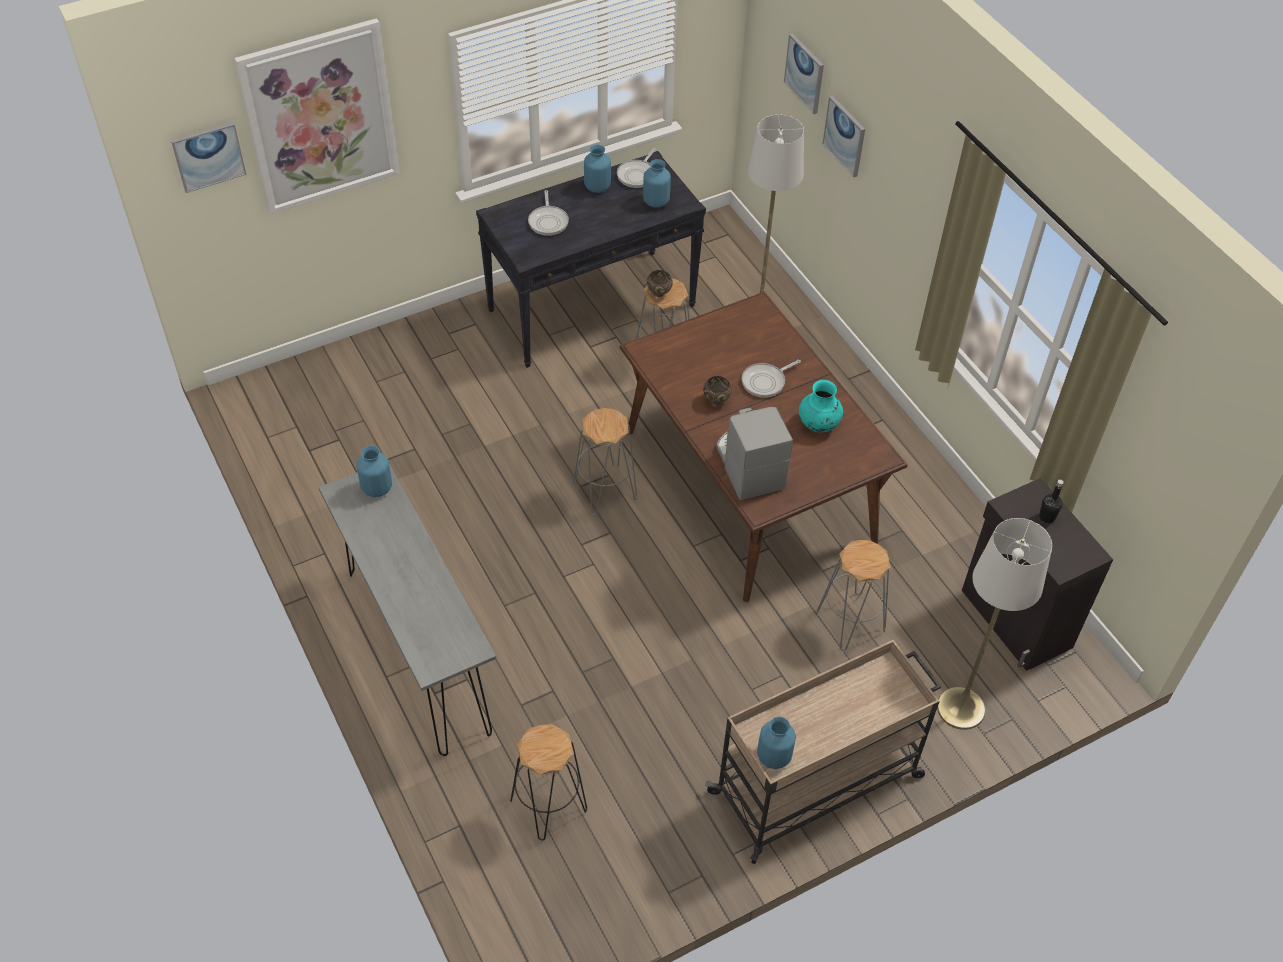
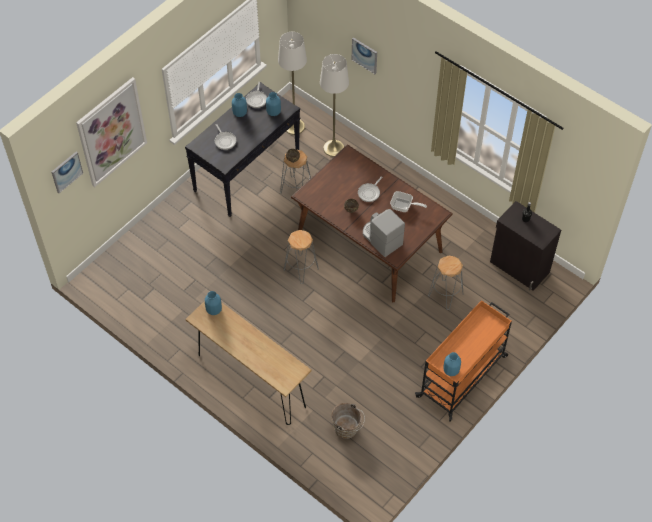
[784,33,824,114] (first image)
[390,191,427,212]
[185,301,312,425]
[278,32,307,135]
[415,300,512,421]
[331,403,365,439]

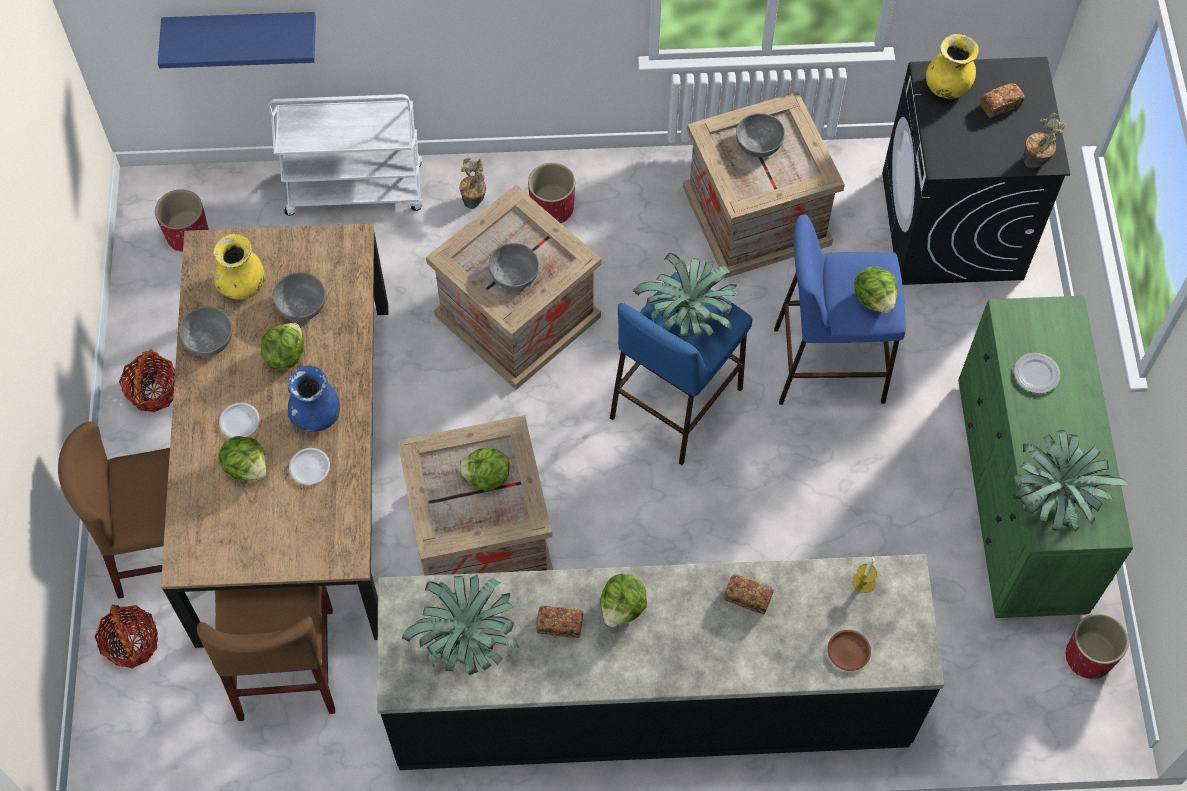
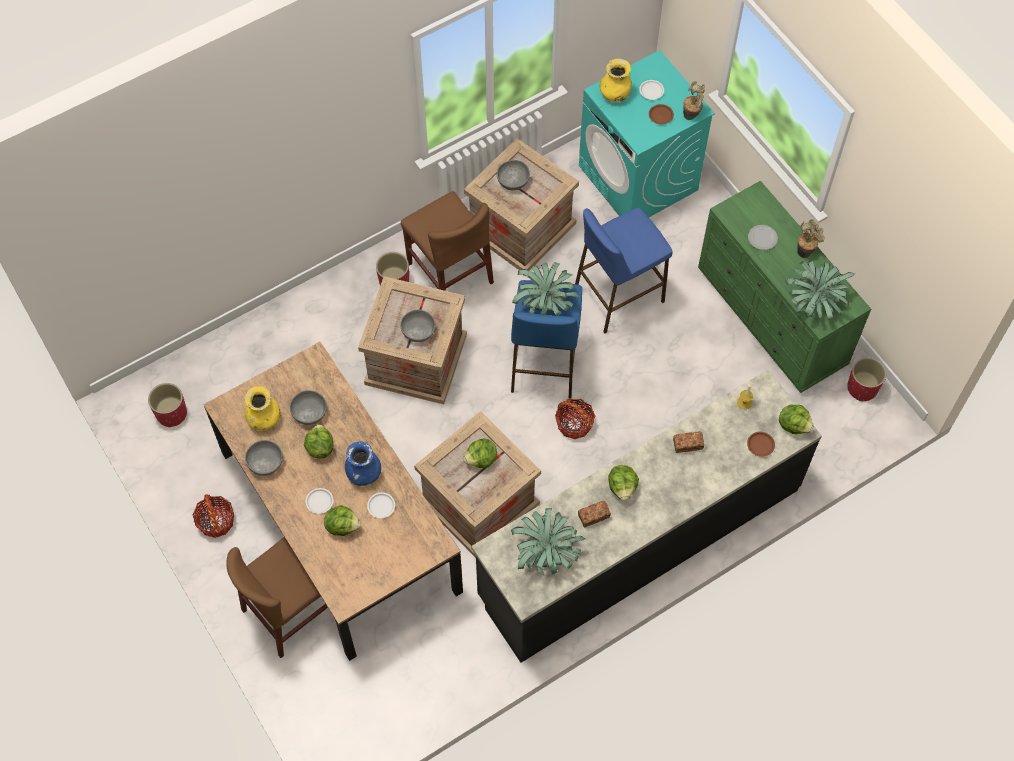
[158,12,316,68] (first image)
[579,50,715,217]
[639,80,664,100]
[268,94,422,216] (first image)
[797,219,824,258]
[779,404,814,434]
[401,191,494,291]
[555,399,595,439]
[649,104,674,124]

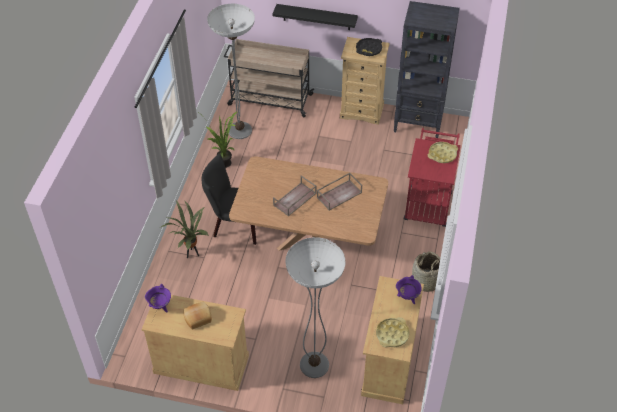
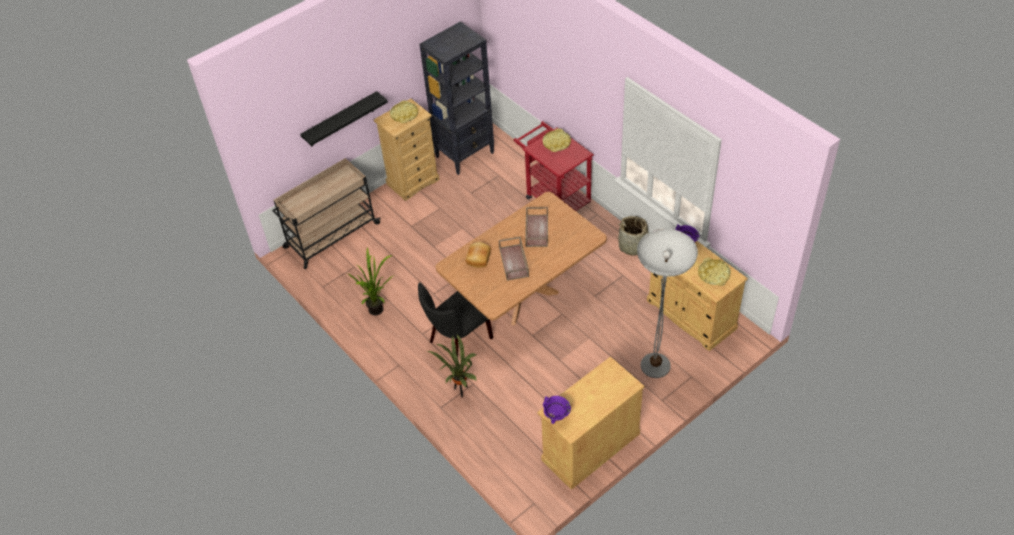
[207,4,255,139] (first image)
[390,100,418,123]
[466,242,491,268]

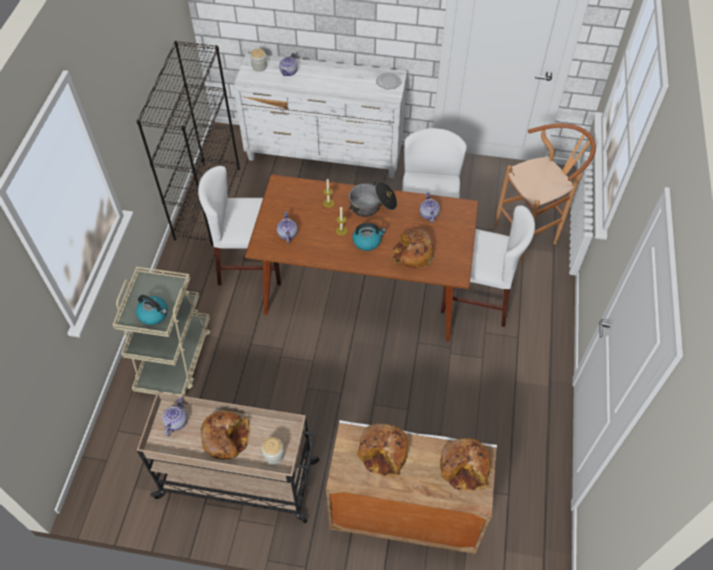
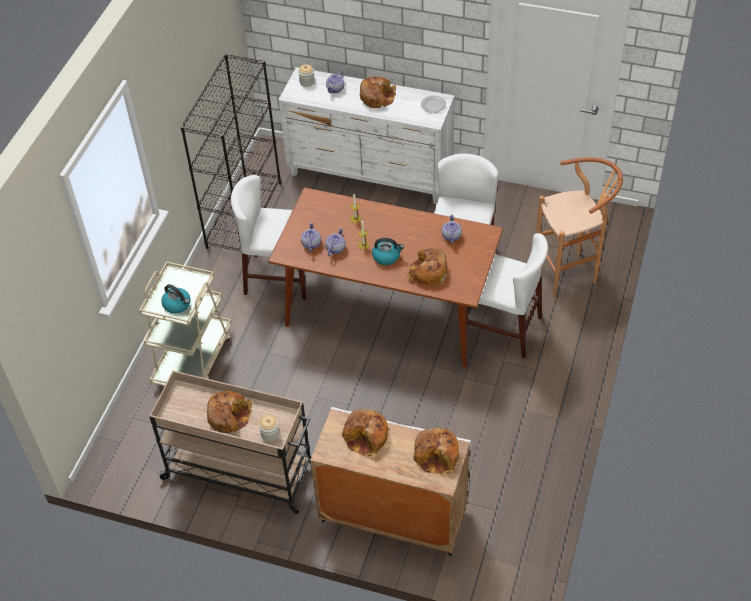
[349,181,397,217] (first image)
[325,228,346,256]
[360,76,396,108]

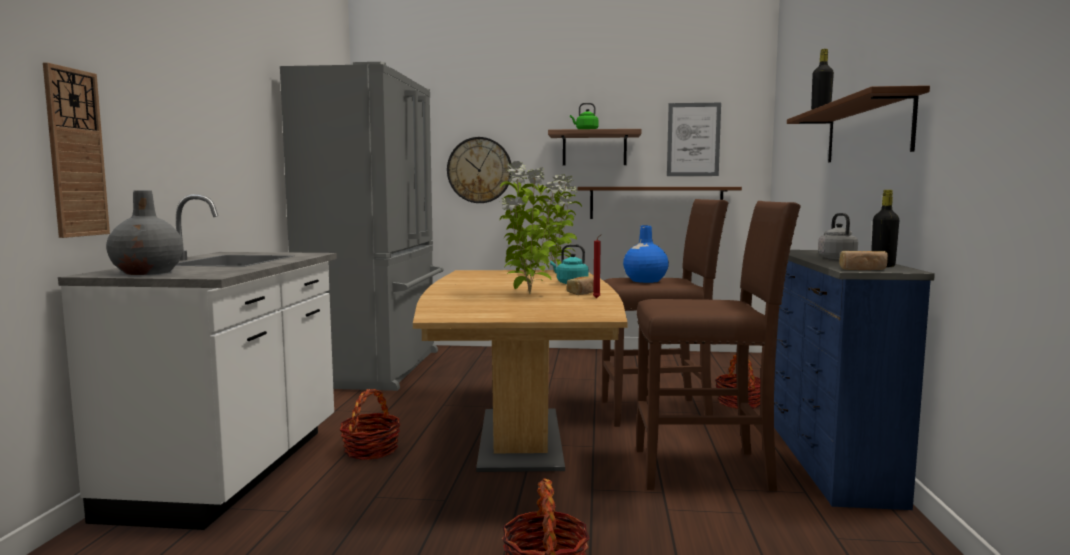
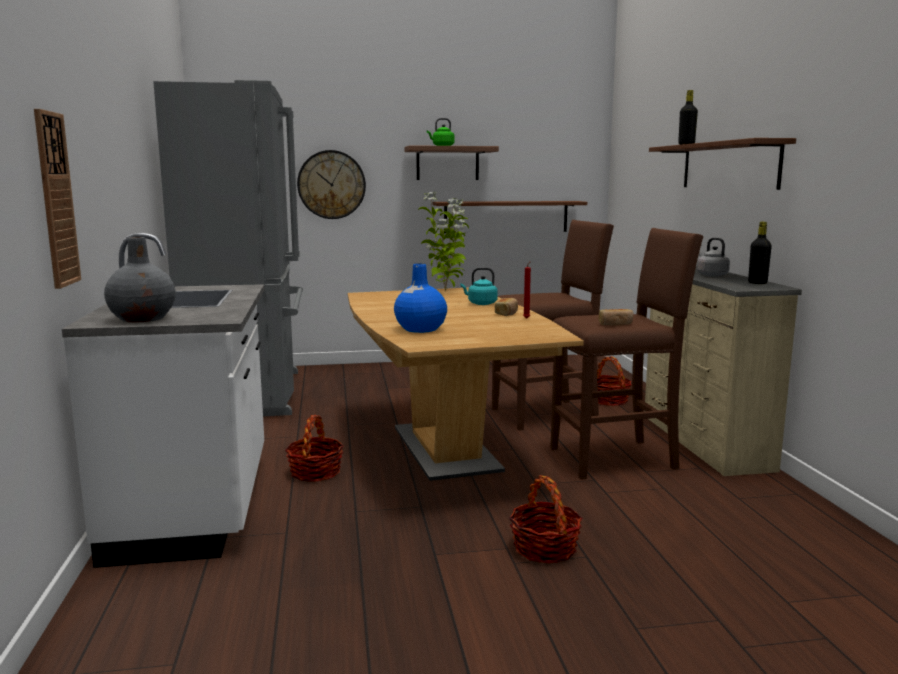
[667,103,721,176] (first image)
[500,161,564,294] (first image)
[394,263,447,333]
[644,265,802,476]
[598,309,633,326]

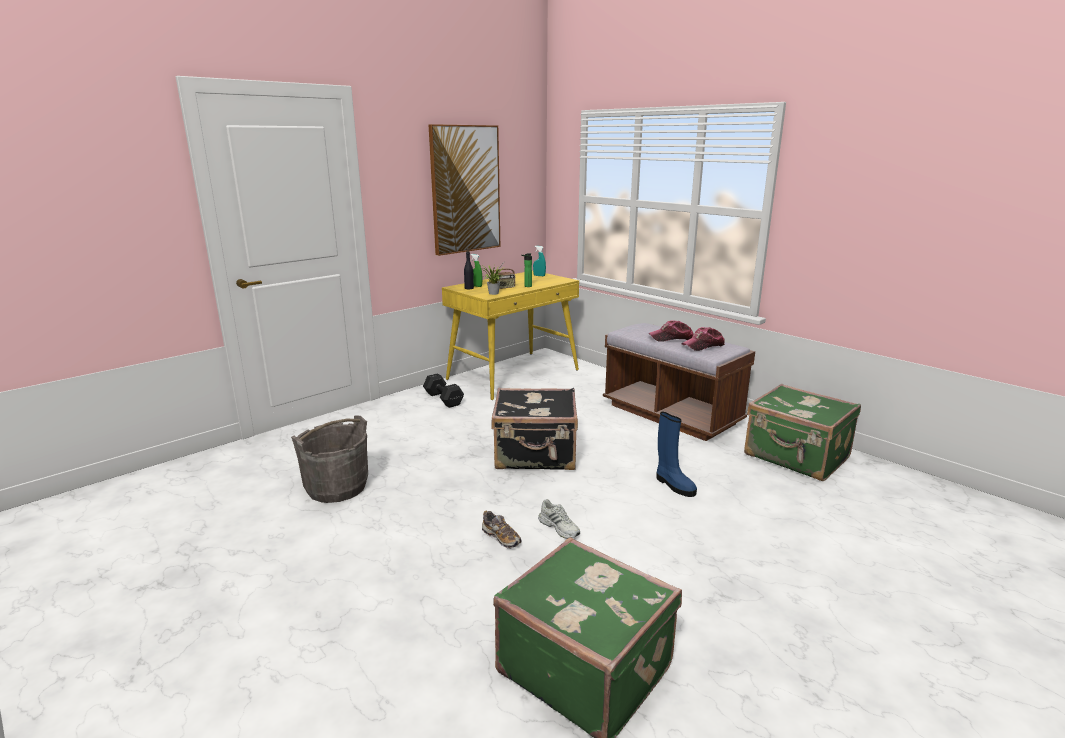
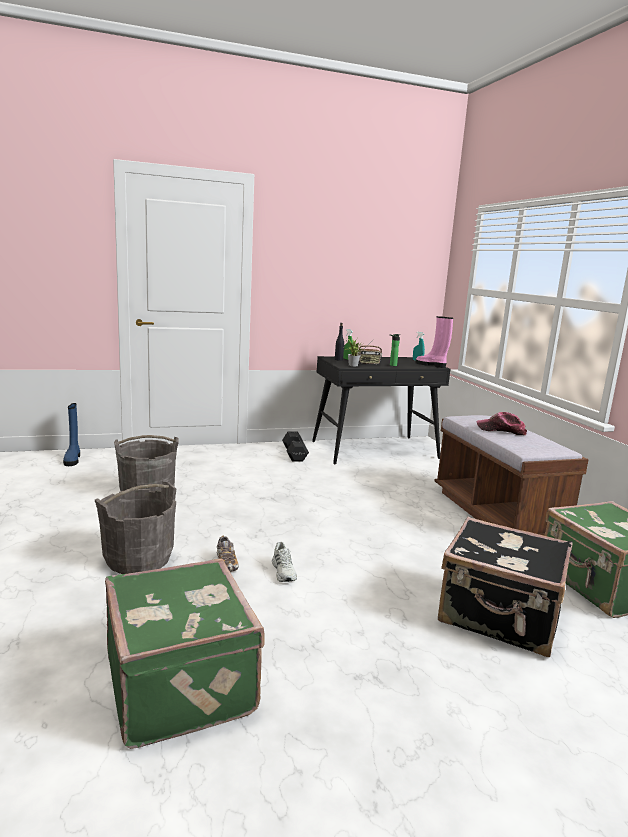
[429,124,500,256] (first image)
[312,356,451,464]
[682,327,725,351] (first image)
[438,517,573,657]
[63,403,80,466]
[415,316,453,368]
[95,482,176,574]

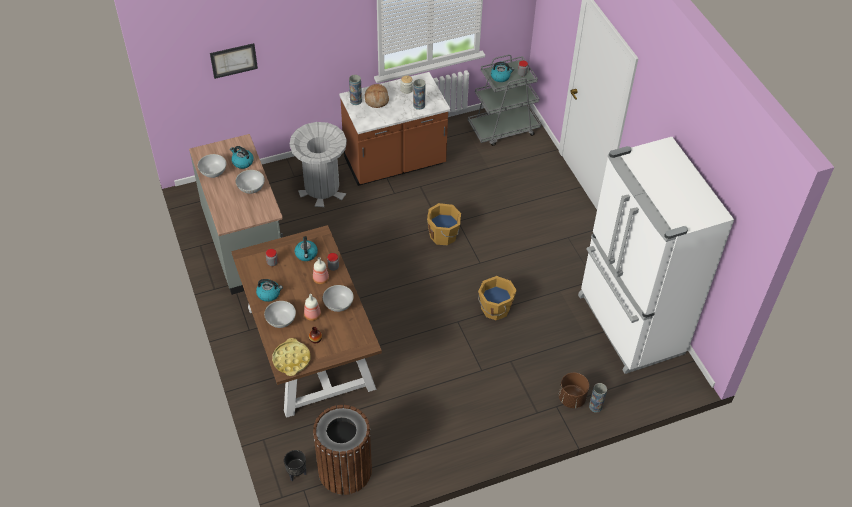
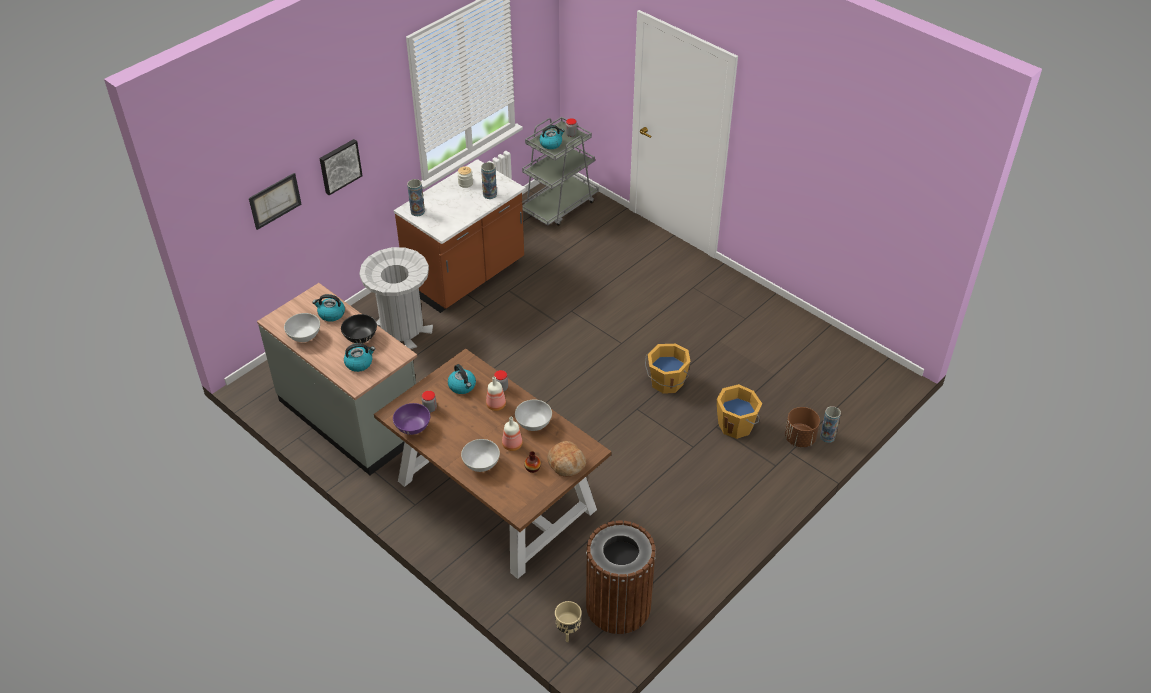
[547,441,586,477]
[578,137,734,374] (first image)
[341,314,377,343]
[717,384,762,439]
[344,343,375,372]
[272,338,310,376] (first image)
[555,601,581,642]
[319,139,363,195]
[393,403,430,435]

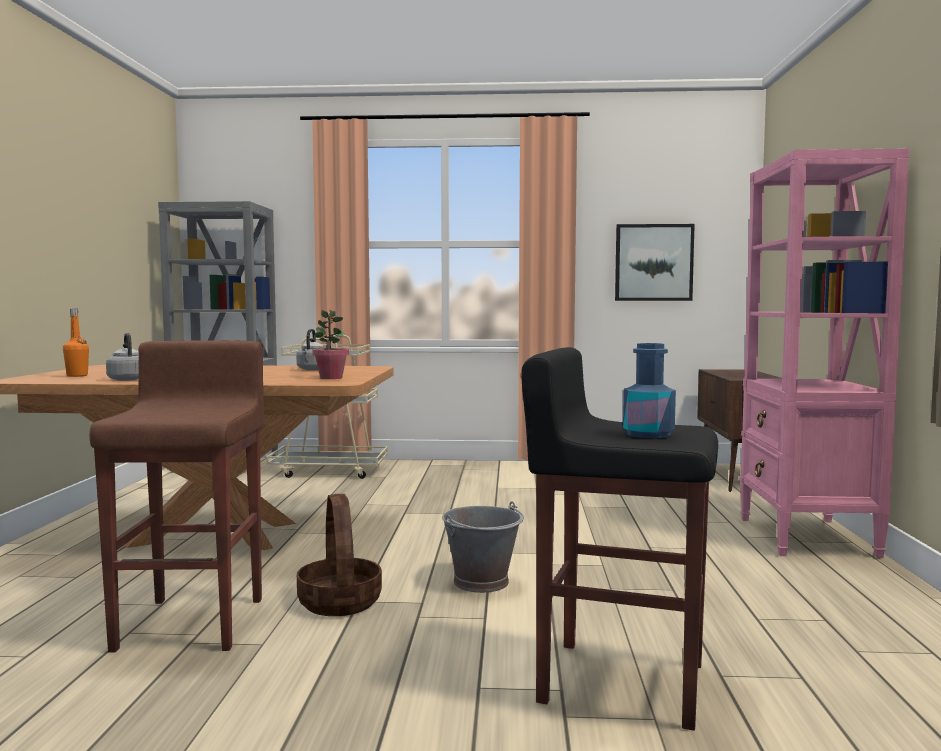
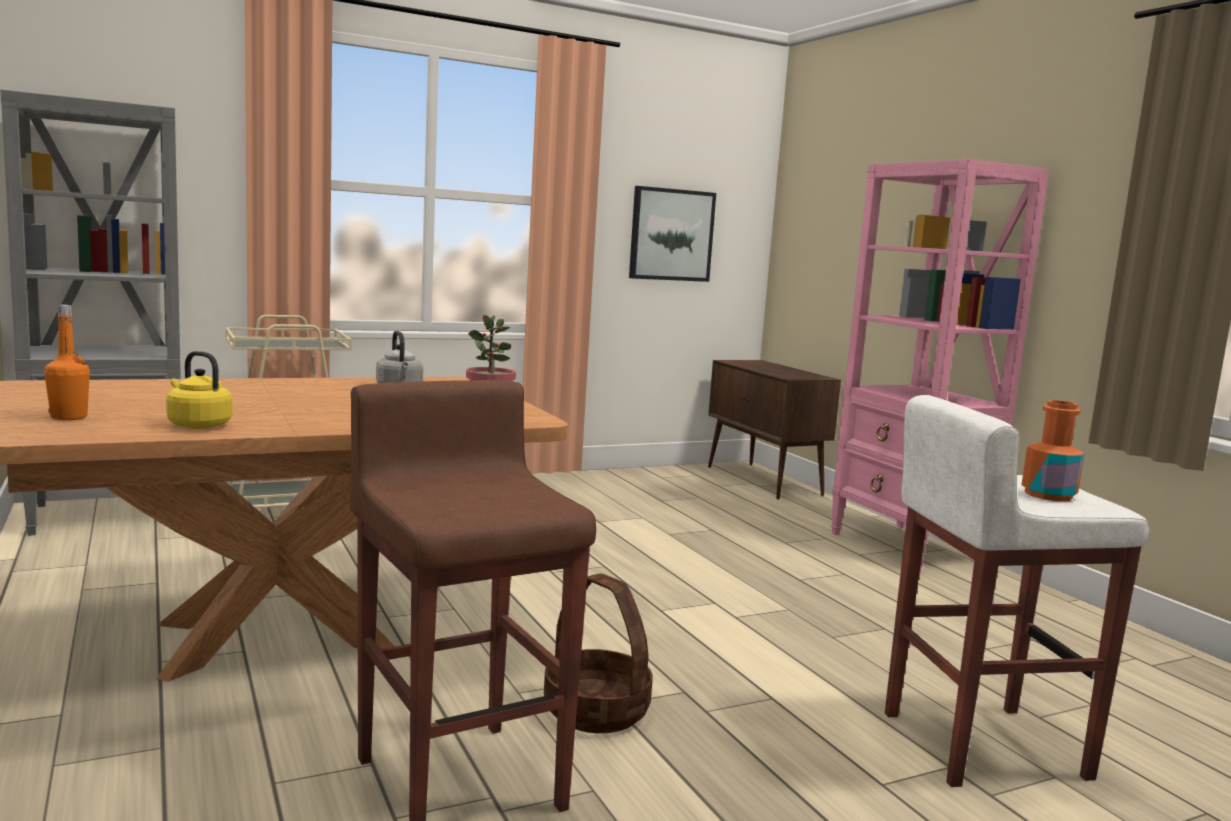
[166,351,232,429]
[1021,400,1084,501]
[885,395,1150,787]
[442,501,524,593] (first image)

